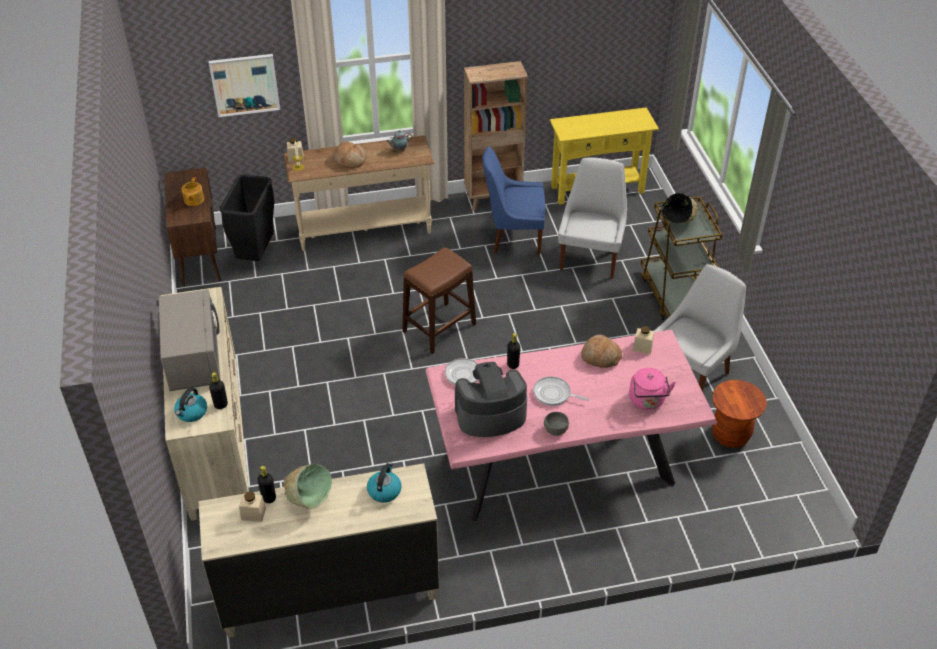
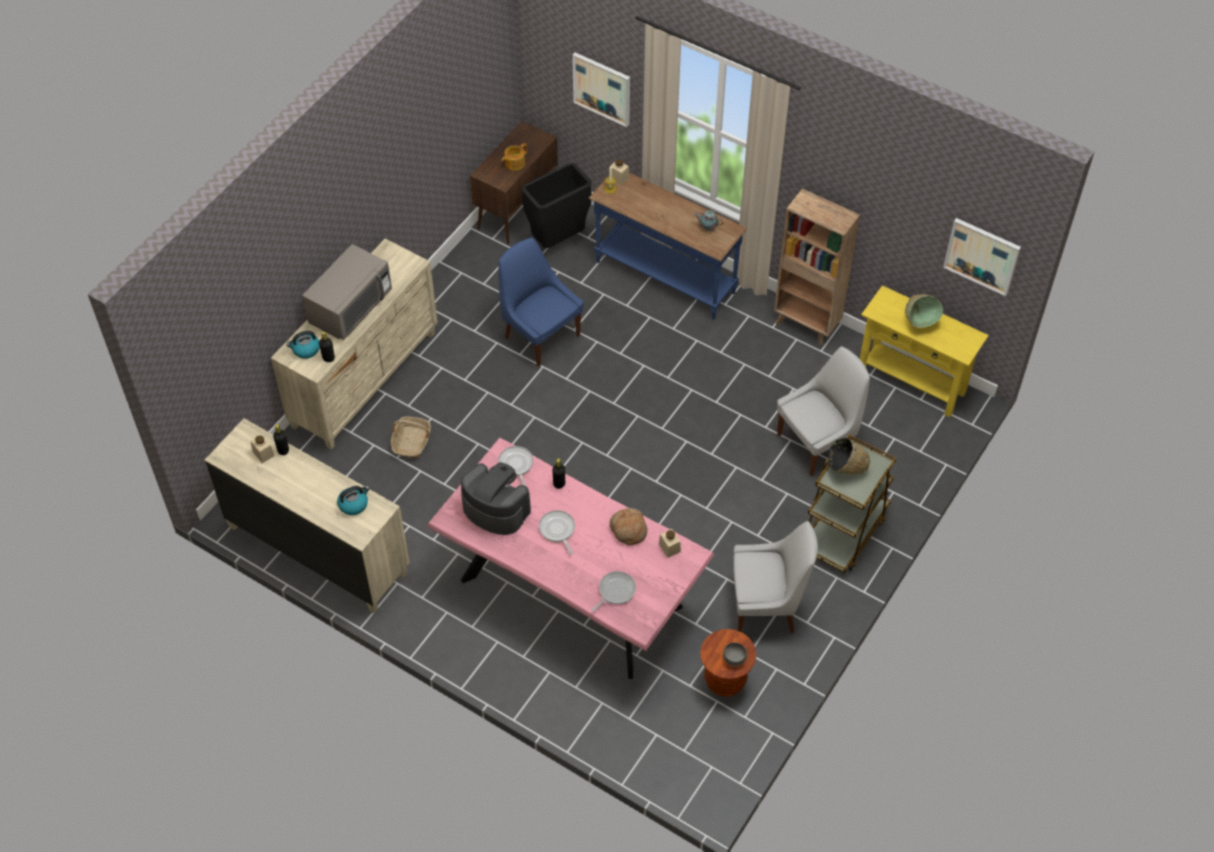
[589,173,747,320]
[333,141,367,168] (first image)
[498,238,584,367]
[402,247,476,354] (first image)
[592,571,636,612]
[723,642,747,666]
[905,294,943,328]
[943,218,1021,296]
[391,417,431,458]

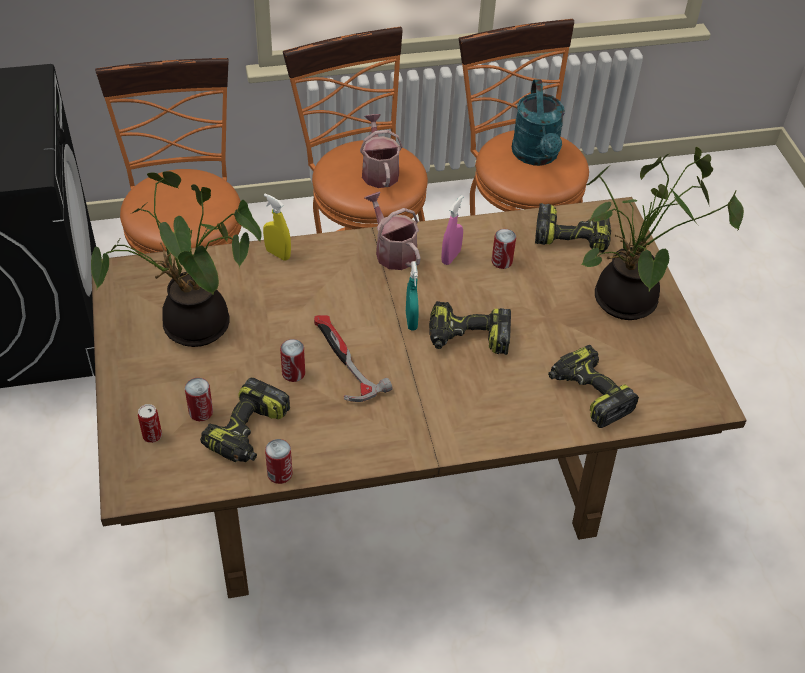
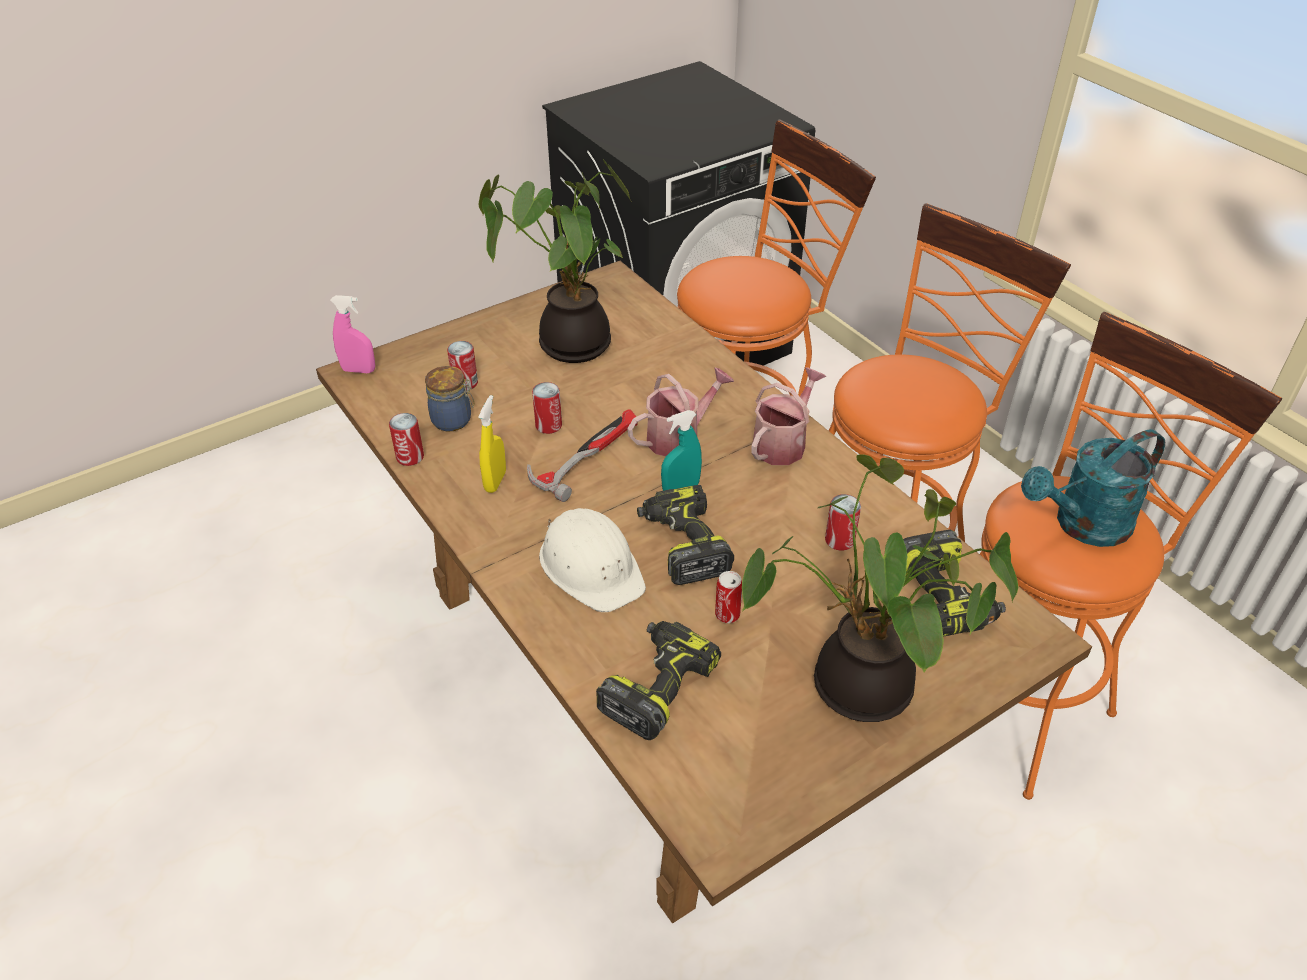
[627,367,734,456]
[478,395,506,493]
[330,295,375,373]
[425,366,475,431]
[715,571,742,623]
[539,508,646,612]

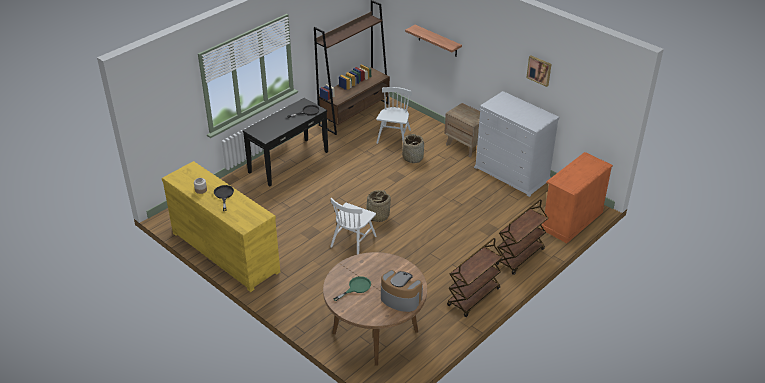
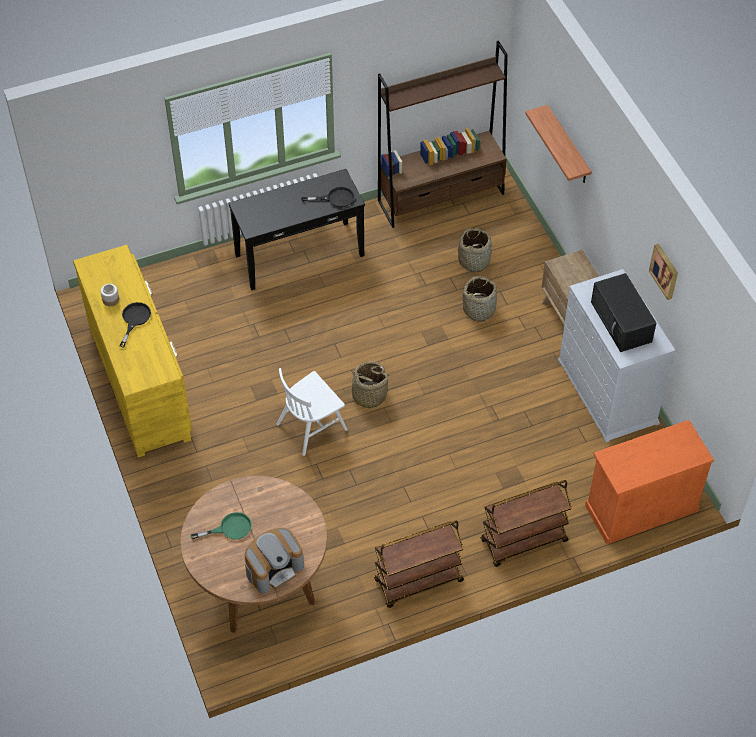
[458,228,492,272]
[245,528,304,594]
[591,273,656,352]

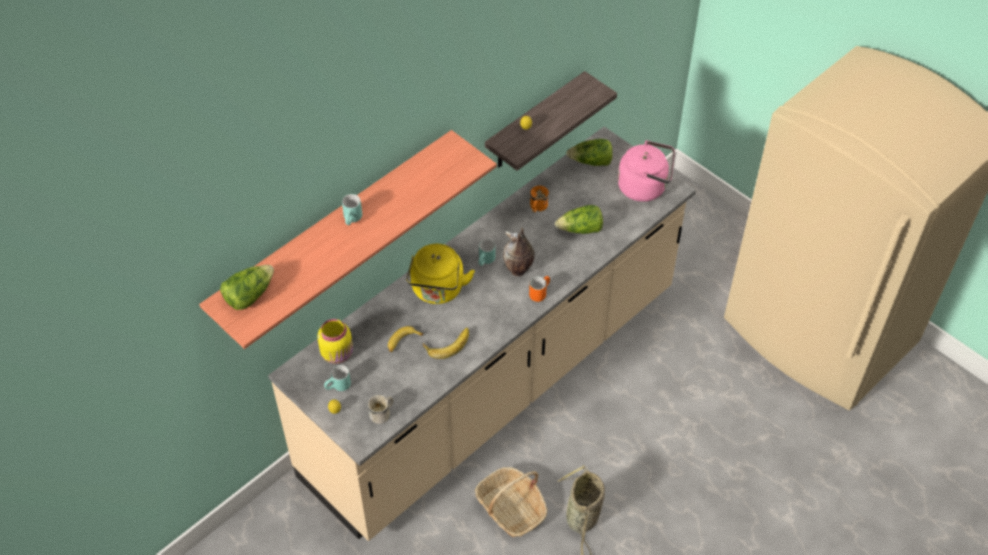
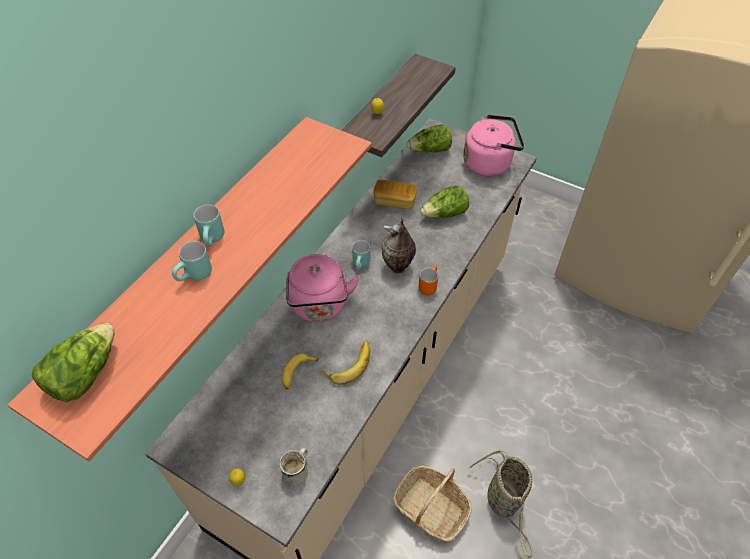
[373,180,417,209]
[286,254,360,322]
[317,319,353,364] (first image)
[172,241,212,281]

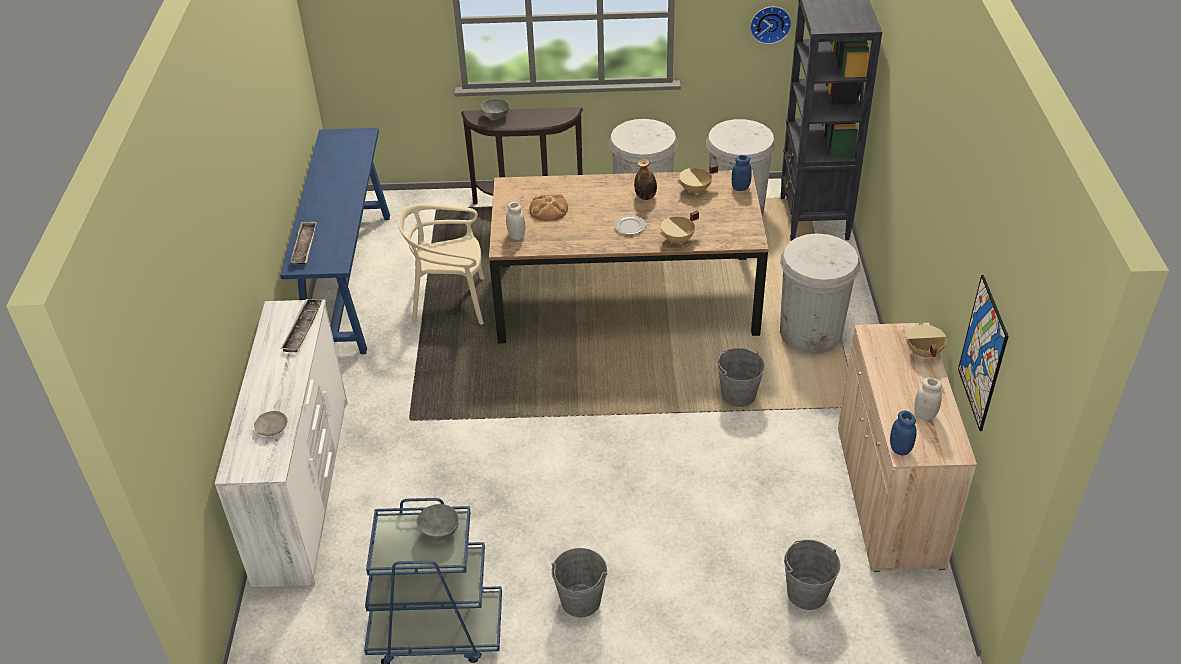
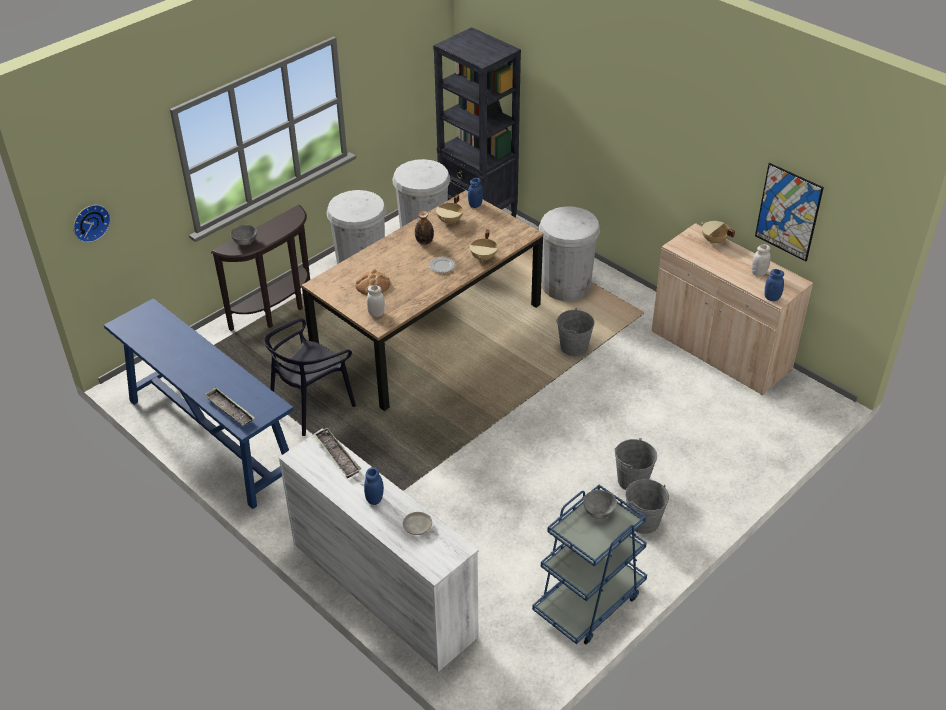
[73,205,111,243]
[263,318,356,436]
[614,438,657,490]
[364,467,384,505]

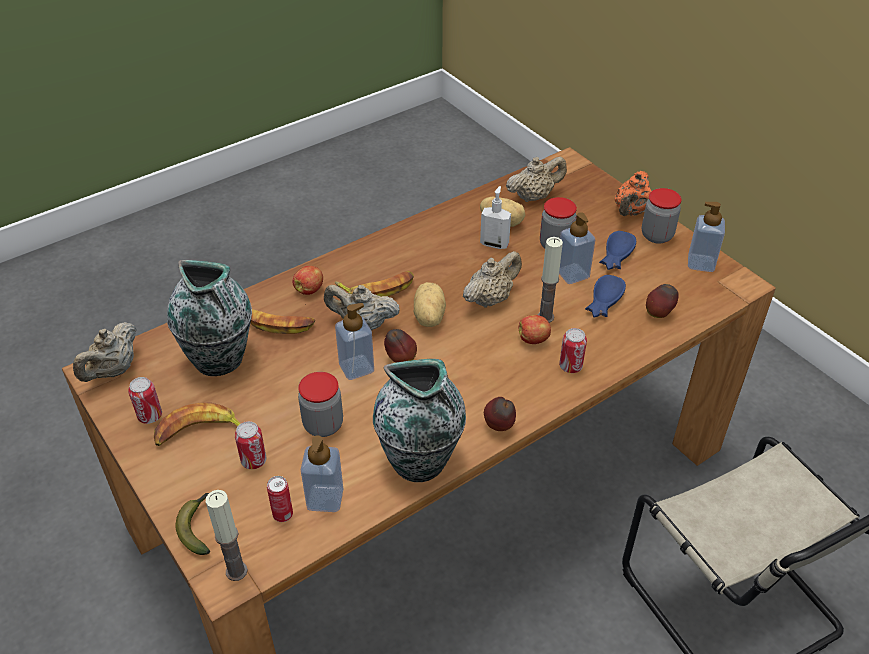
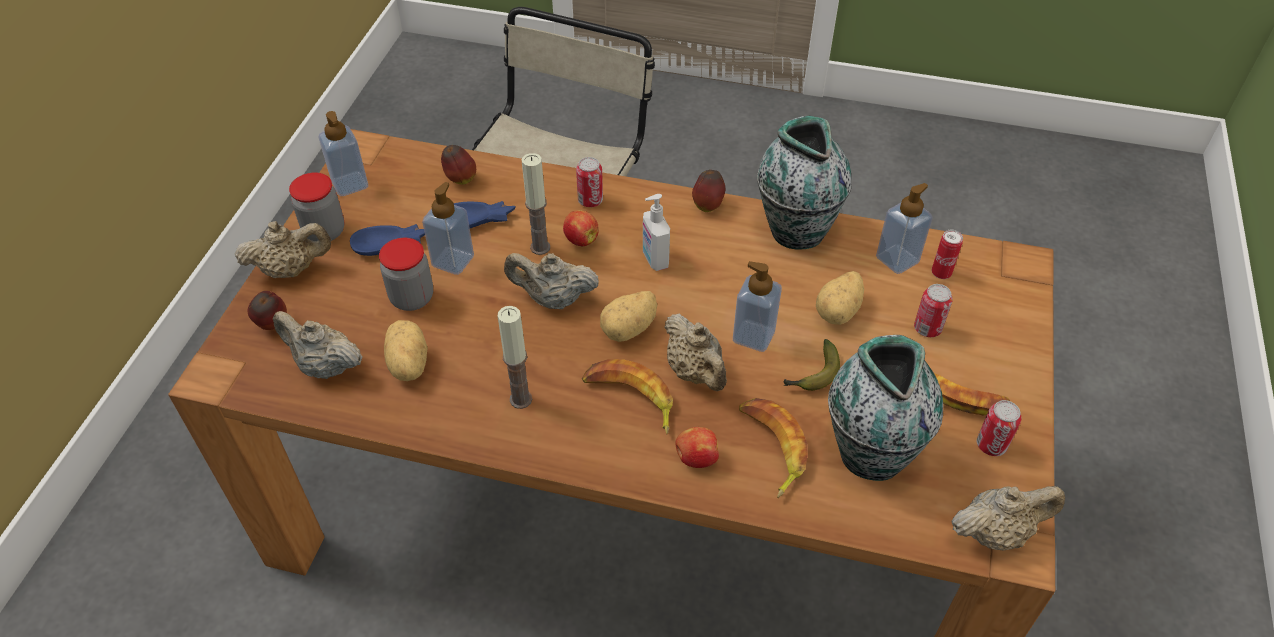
[234,221,331,278]
[643,194,670,271]
[248,291,287,330]
[816,271,864,325]
[498,306,532,409]
[783,339,840,391]

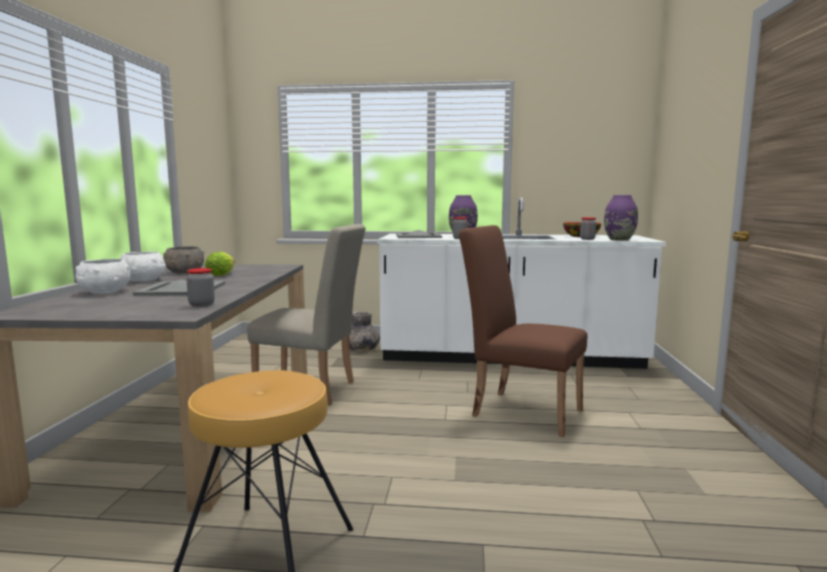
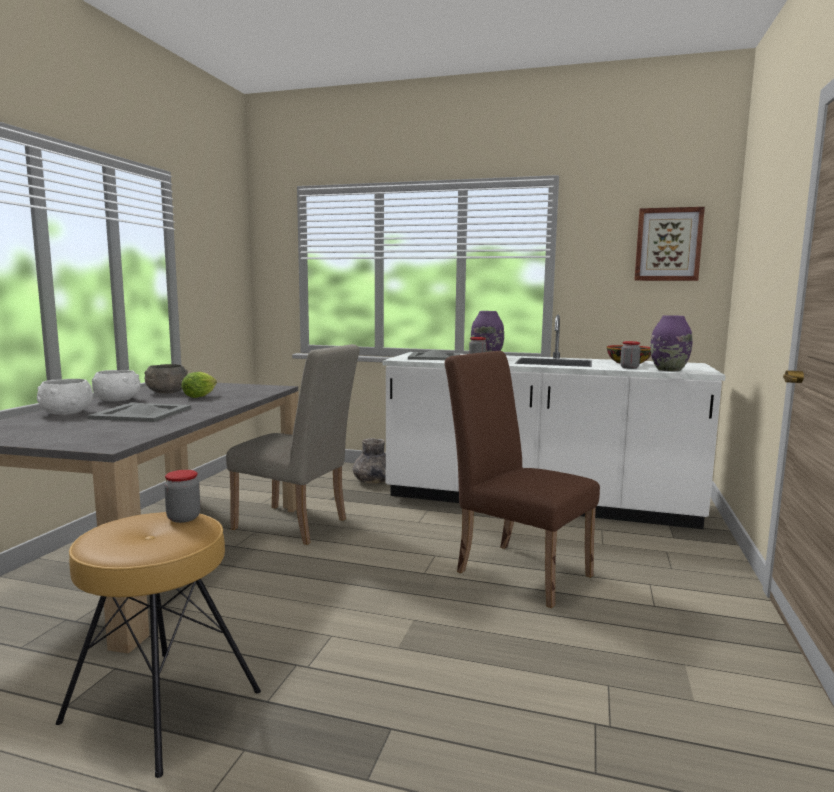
[164,470,200,523]
[634,207,705,281]

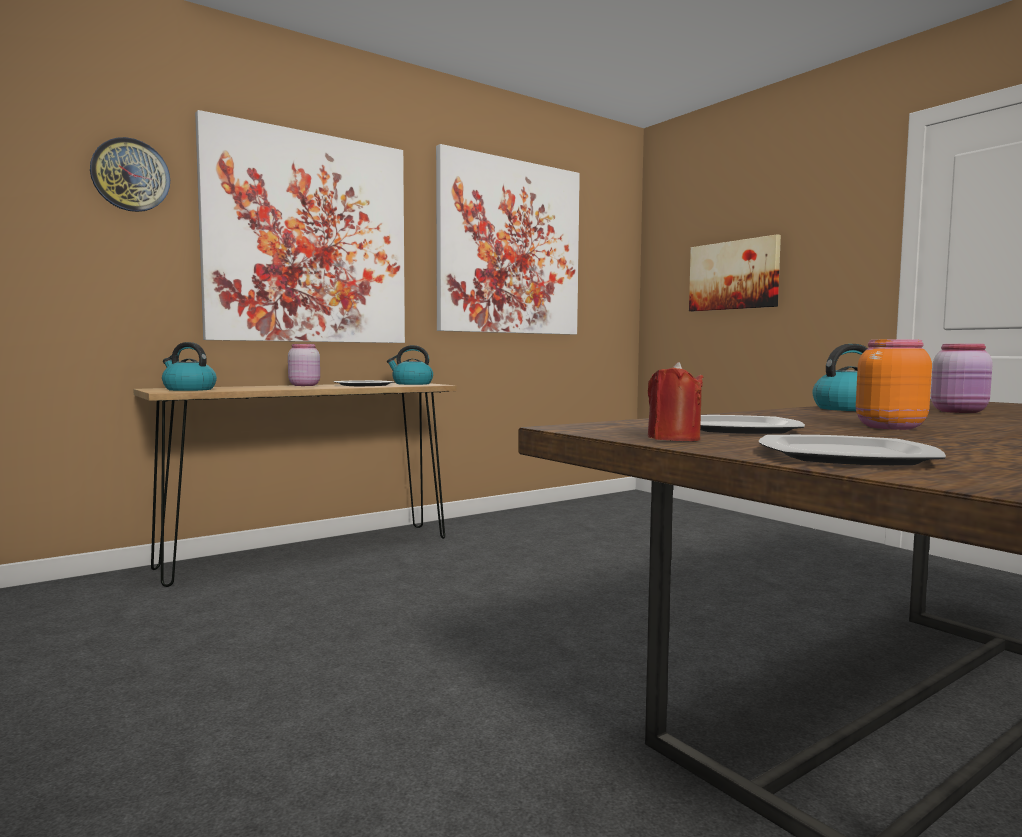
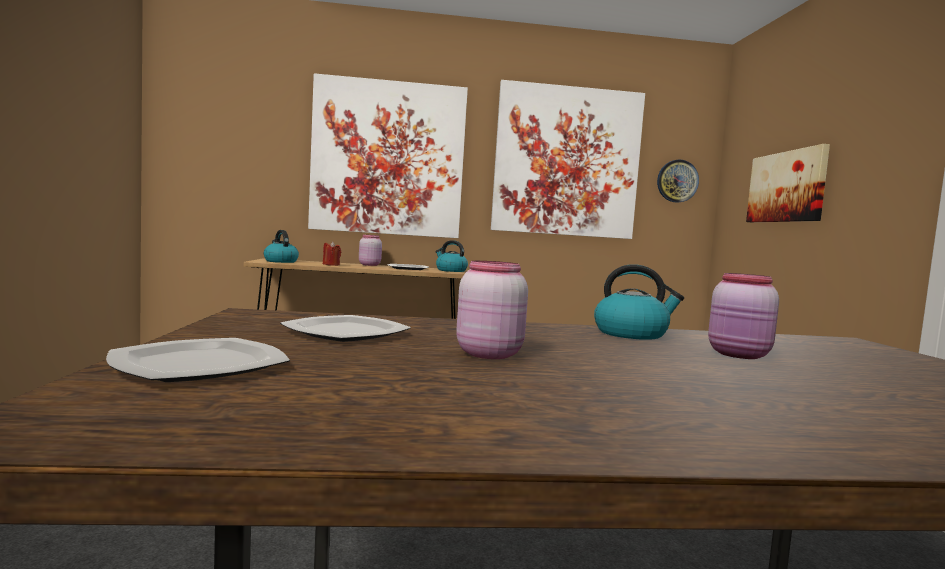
[657,160,699,203]
[456,261,528,359]
[323,241,341,266]

